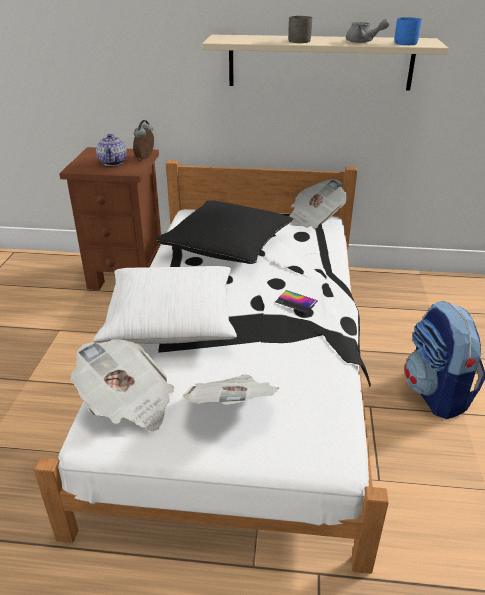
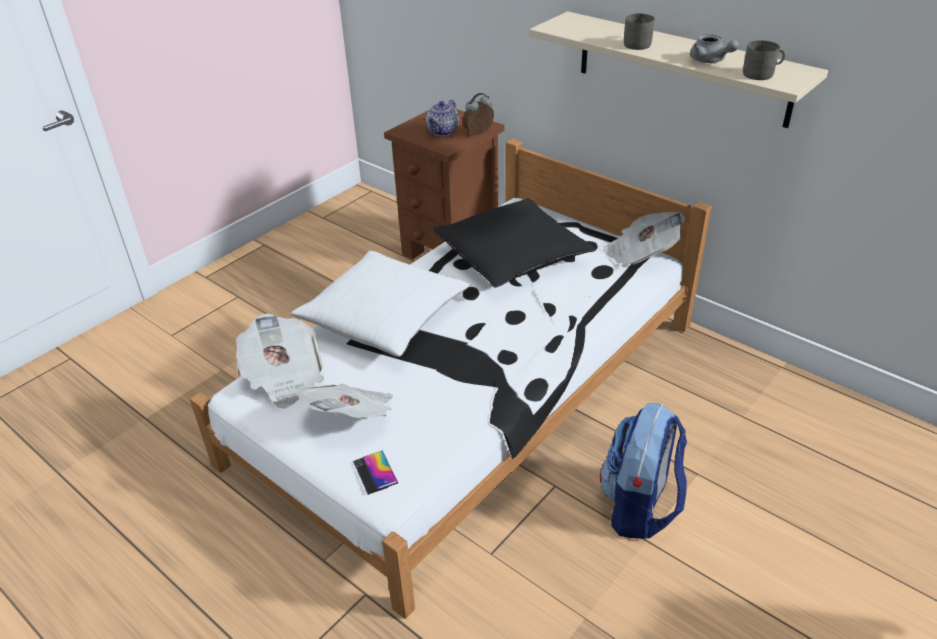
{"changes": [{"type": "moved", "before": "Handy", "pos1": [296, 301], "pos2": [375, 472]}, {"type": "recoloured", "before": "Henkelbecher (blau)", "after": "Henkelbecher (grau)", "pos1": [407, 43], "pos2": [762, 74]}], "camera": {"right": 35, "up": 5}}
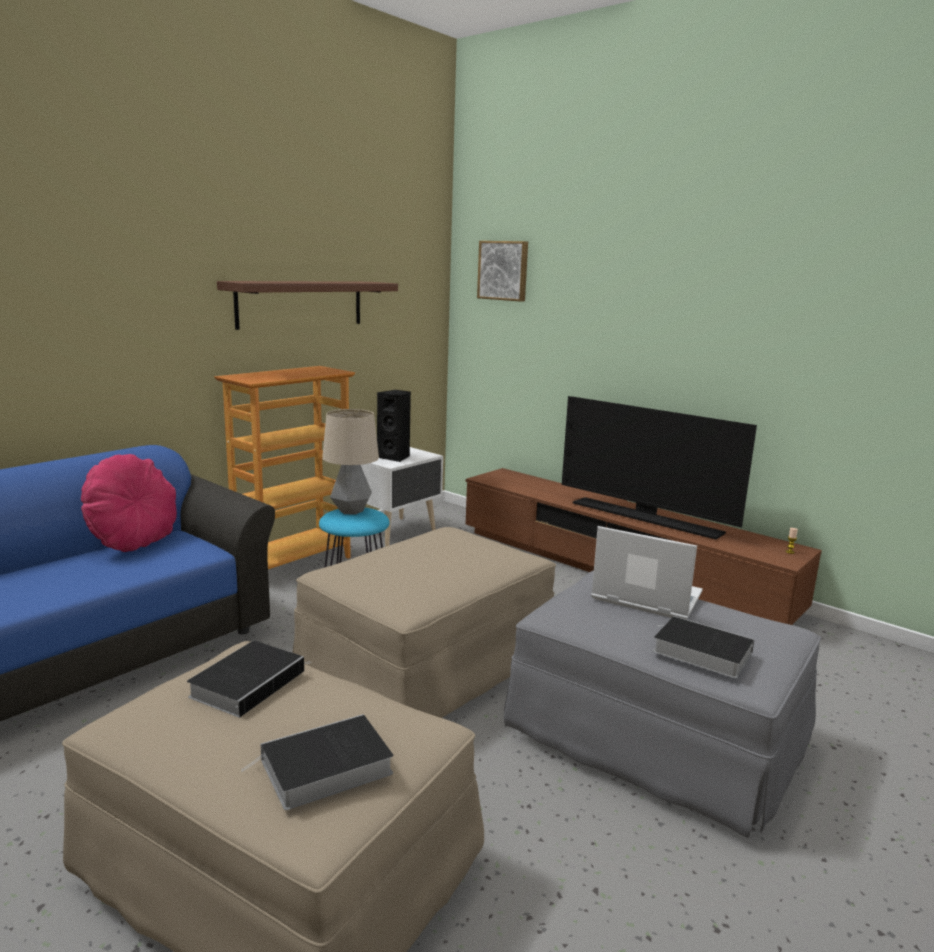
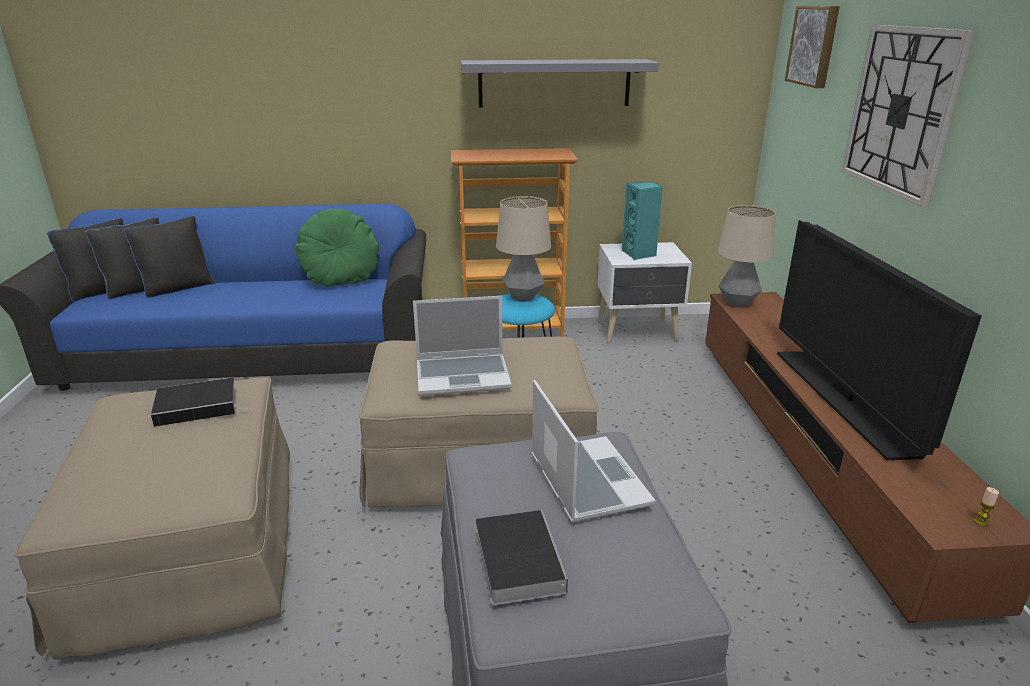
{"changes": [{"type": "recoloured", "before": "Kissen (rosa)", "after": "Kissen (grün)", "pos1": [134, 544], "pos2": [341, 282]}, {"type": "added", "after": "Laptop", "pos2": [464, 375]}, {"type": "recoloured", "before": "Wandregal (braun)", "after": "Wandregal (grau)", "pos1": [301, 304], "pos2": [554, 83]}, {"type": "recoloured", "before": "Lautsprecher (schwarz)", "after": "Lautsprecher (türkis)", "pos1": [395, 457], "pos2": [639, 254]}, {"type": "added", "after": "Tischlampe", "pos2": [737, 303]}, {"type": "added", "after": "Wanduhr", "pos2": [901, 111]}, {"type": "removed", "before": "Buch", "pos1": [323, 769]}], "camera": {"right": 45, "up": 10}}
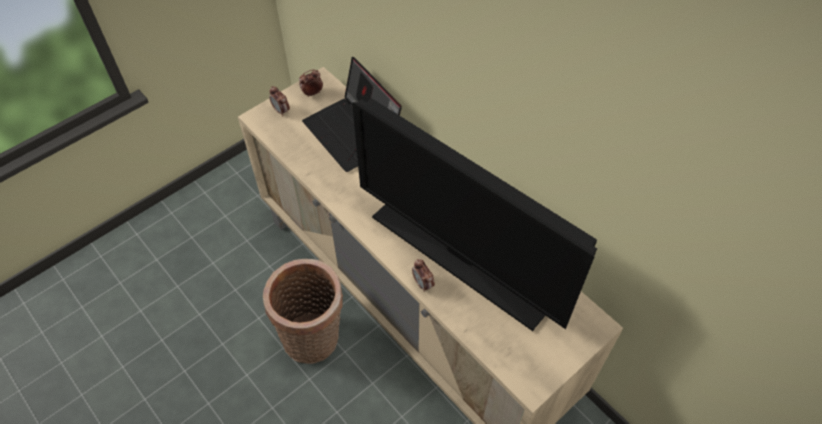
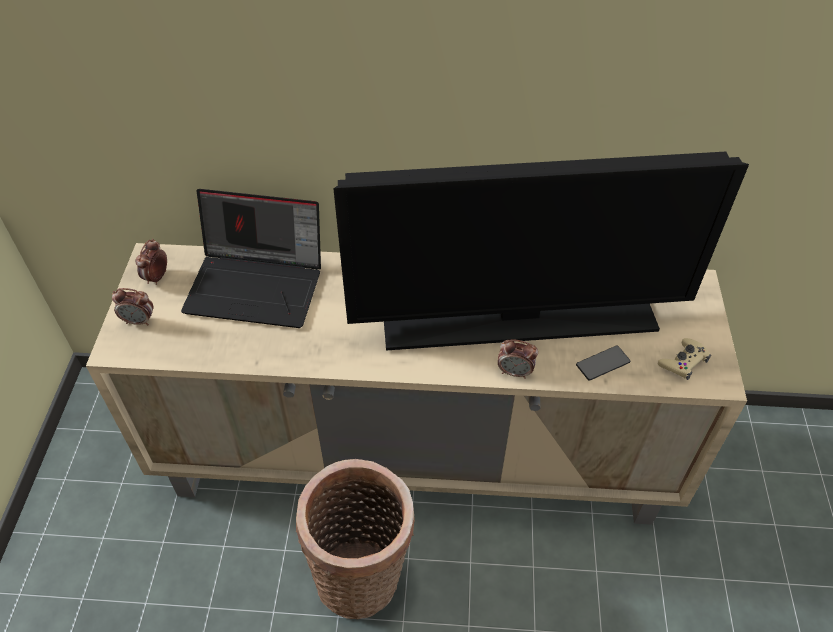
{"changes": [{"type": "added", "after": "Handy", "pos2": [603, 363]}, {"type": "added", "after": "Gamepad (beige)", "pos2": [683, 362]}], "camera": {"right": -45, "up": -5}}
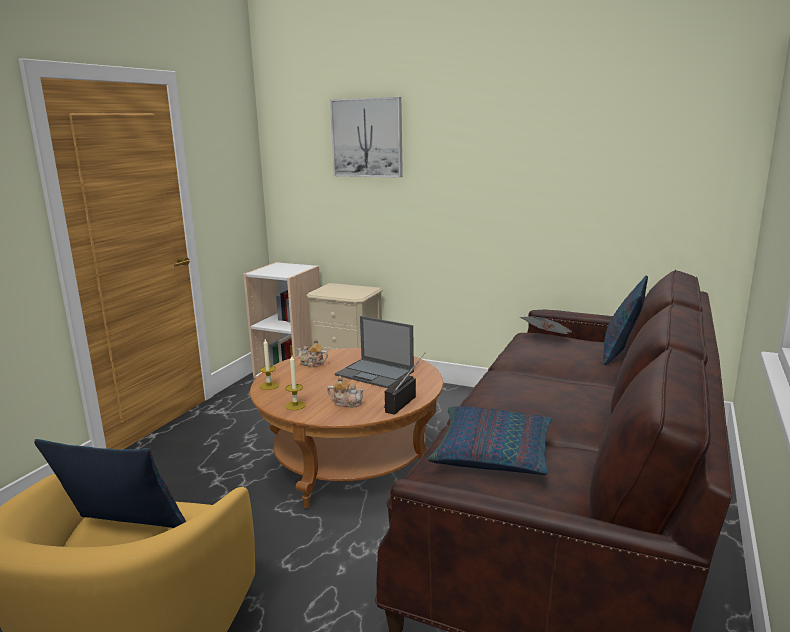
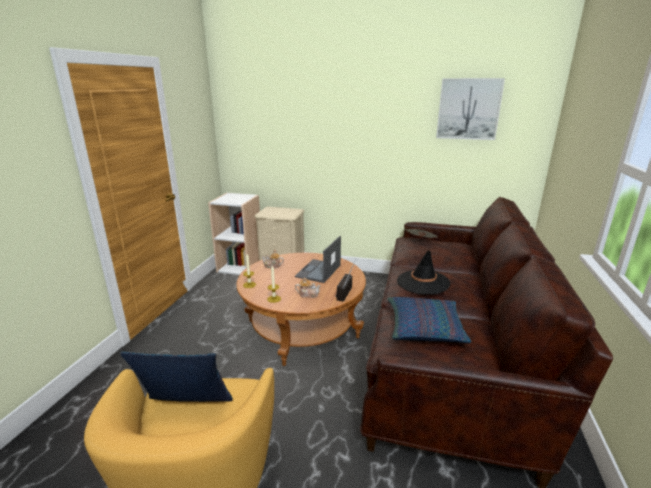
{"changes": [{"type": "turned", "before": "Laptop", "pos1": [375, 373], "pos2": [318, 271], "turn": 90}, {"type": "added", "after": "Hut (schwarz)", "pos2": [423, 282]}, {"type": "moved", "before": "Bild", "pos1": [367, 138], "pos2": [468, 109]}, {"type": "removed", "before": "Kissen (blau)", "pos1": [621, 354]}], "camera": {"right": -10, "up": 5}}
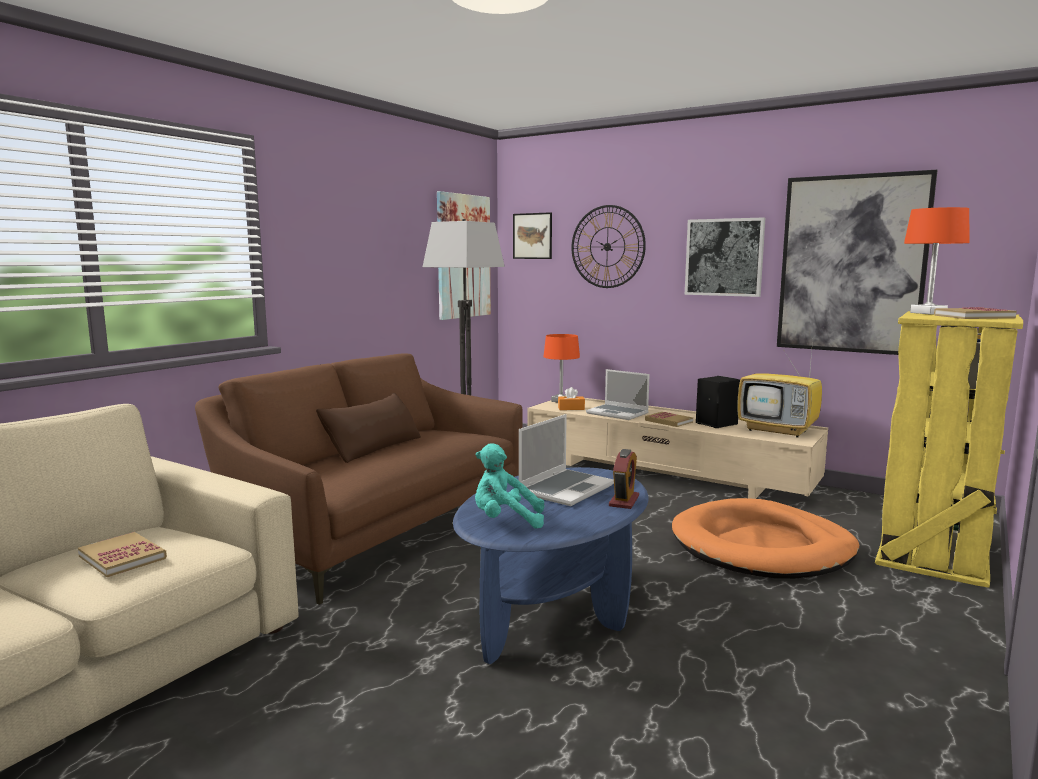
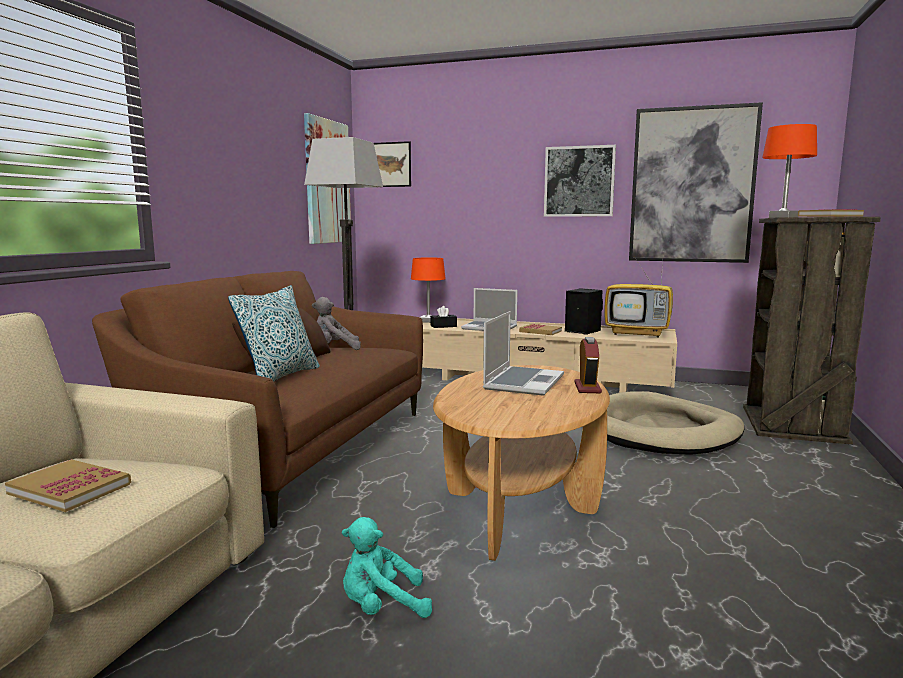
{"changes": [{"type": "added", "after": "Kissen", "pos2": [280, 376]}, {"type": "added", "after": "Plüschtier (grau)", "pos2": [334, 349]}, {"type": "moved", "before": "Plüschtier (türkis)", "pos1": [505, 521], "pos2": [382, 607]}, {"type": "recoloured", "before": "Taschentuchbox (orange)", "after": "Taschentuchbox (schwarz)", "pos1": [571, 408], "pos2": [443, 326]}, {"type": "recoloured", "before": "Couchtisch (blau)", "after": "Couchtisch (braun)", "pos1": [554, 609], "pos2": [520, 503]}, {"type": "recoloured", "before": "Hundebett (orange)", "after": "Hundebett (beige)", "pos1": [762, 546], "pos2": [660, 431]}, {"type": "recoloured", "before": "Bücherregal (gelb)", "after": "Bücherregal (braun)", "pos1": [933, 555], "pos2": [793, 424]}, {"type": "removed", "before": "Wanduhr", "pos1": [607, 247]}], "camera": {"right": -15, "up": 0}}
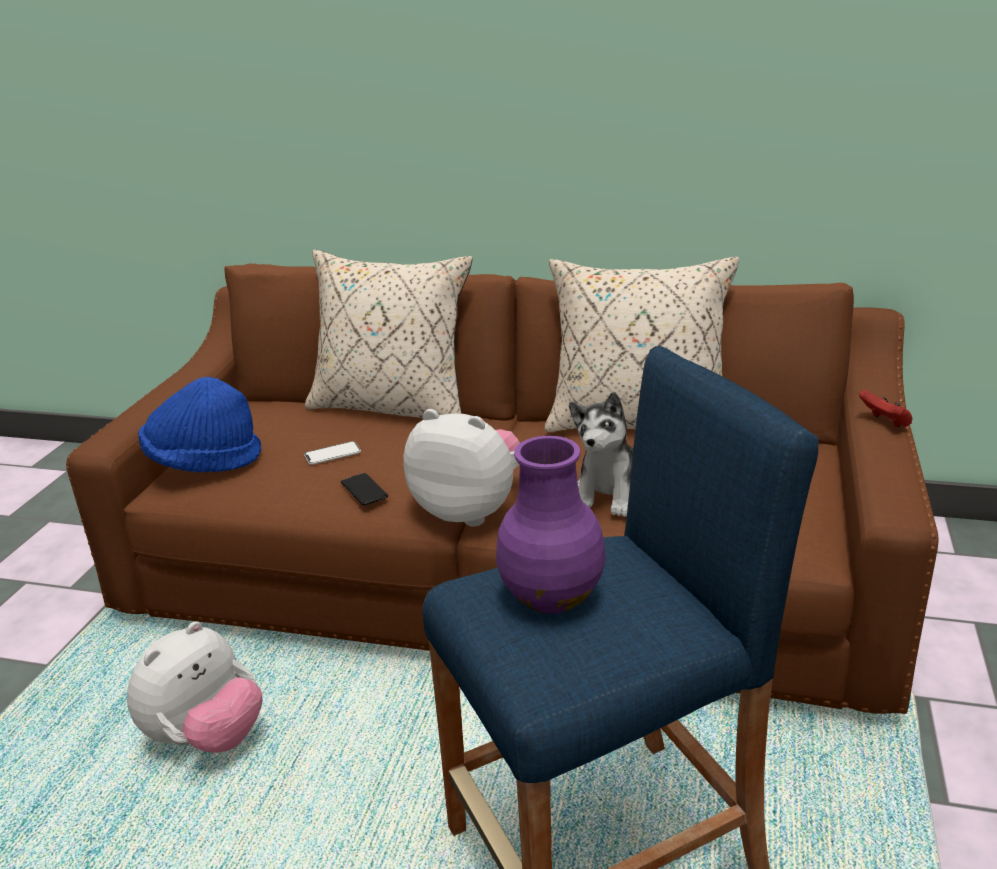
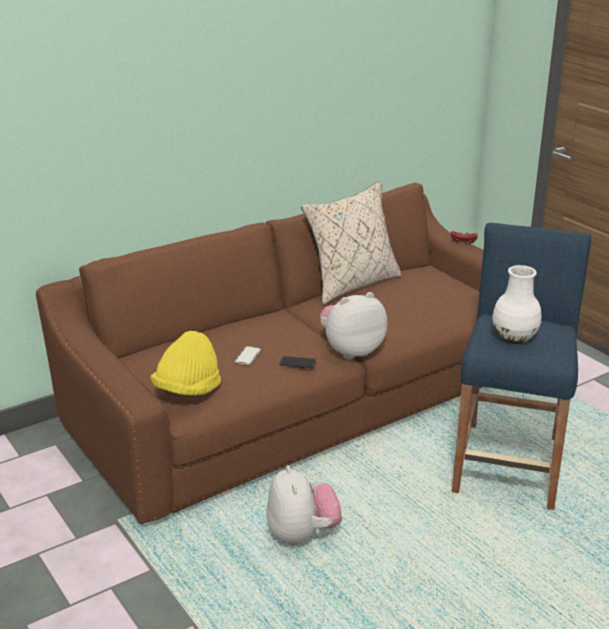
{"changes": [{"type": "recoloured", "before": "Hut (blau)", "after": "Hut (gelb)", "pos1": [204, 462], "pos2": [187, 390]}, {"type": "recoloured", "before": "Vase (lila)", "after": "Vase (weiß)", "pos1": [551, 596], "pos2": [513, 338]}, {"type": "removed", "before": "Kissen (beige)", "pos1": [393, 407]}, {"type": "removed", "before": "Plüschtier", "pos1": [610, 492]}], "camera": {"right": -50, "up": 0}}
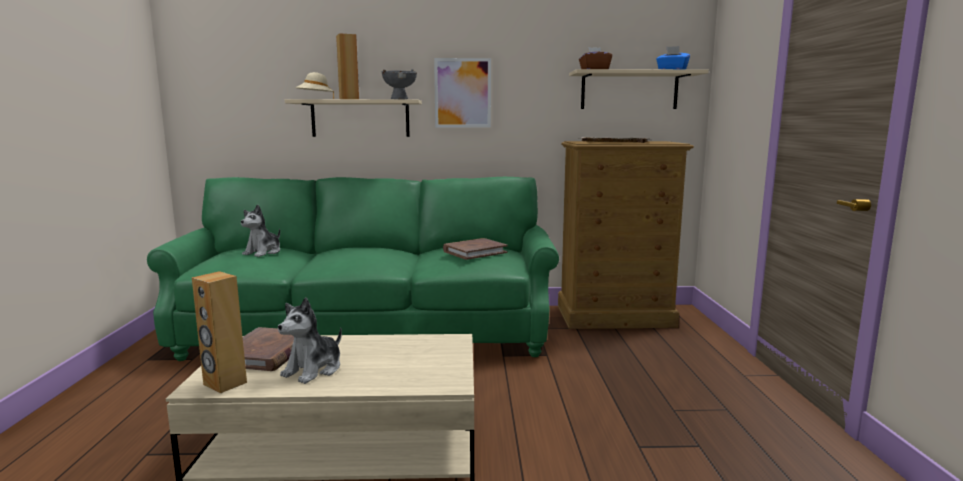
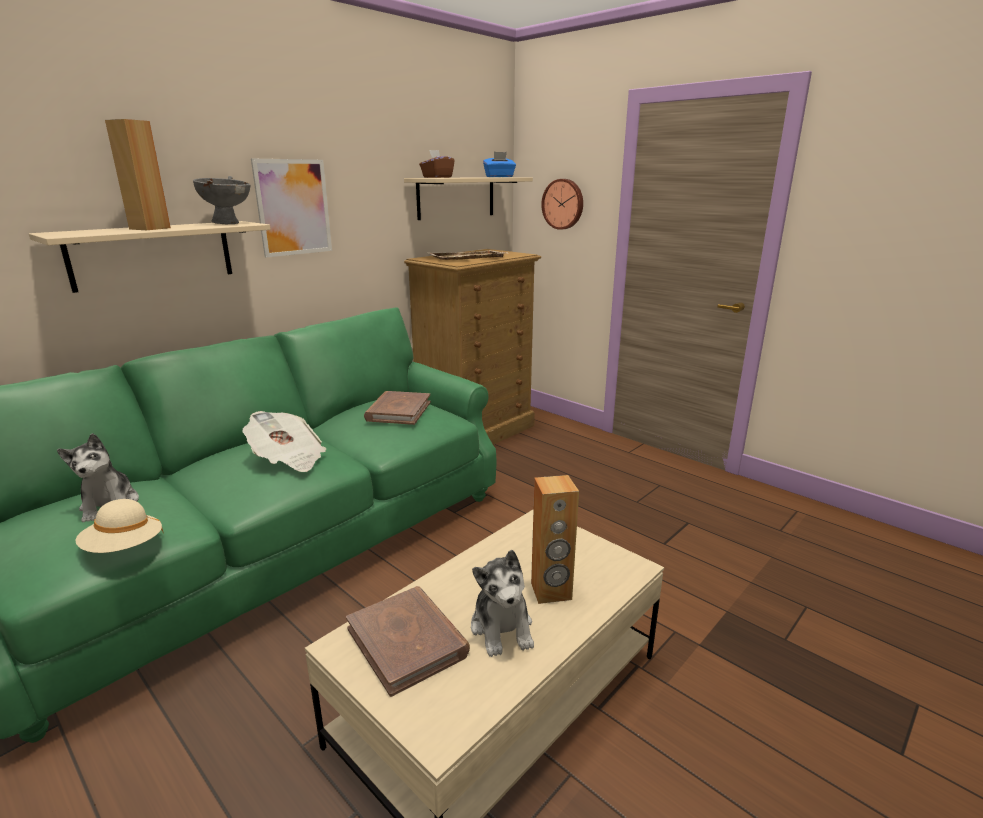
{"changes": [{"type": "moved", "before": "Hut (beige)", "pos1": [315, 99], "pos2": [124, 548]}, {"type": "added", "after": "Zeitung", "pos2": [288, 459]}, {"type": "moved", "before": "Lautsprecher (braun)", "pos1": [224, 384], "pos2": [551, 592]}, {"type": "added", "after": "Wanduhr", "pos2": [563, 204]}], "camera": {"right": -45, "up": 10}}
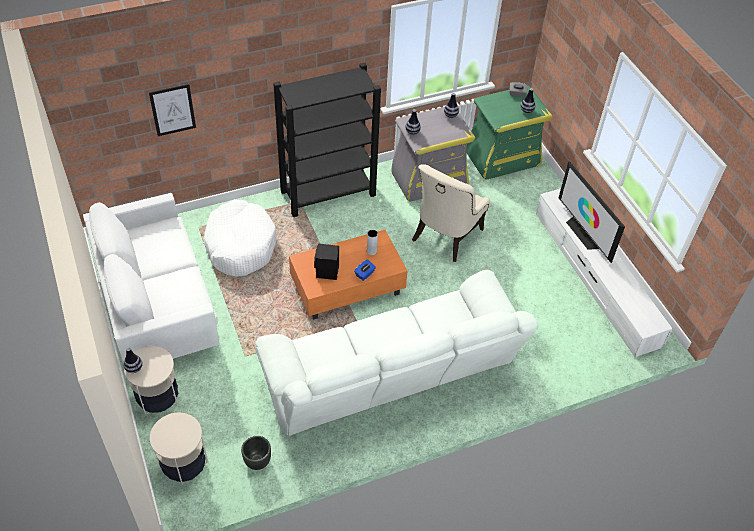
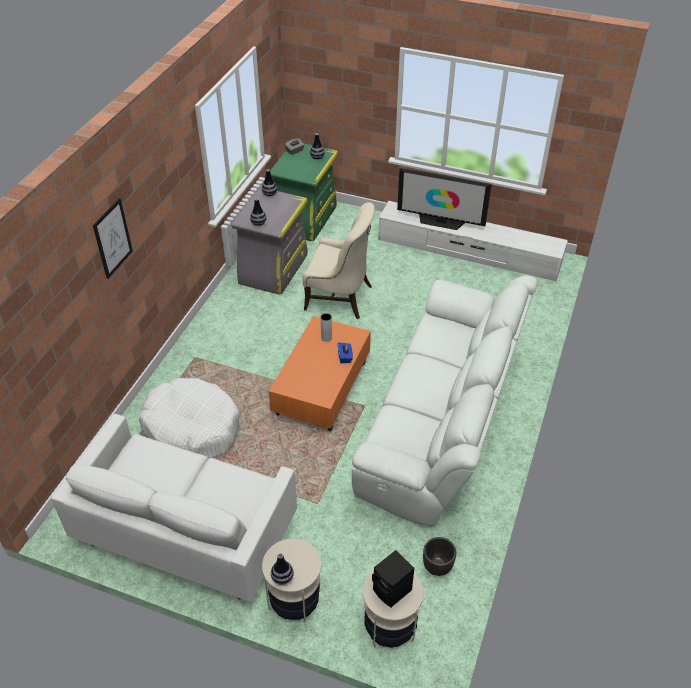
{"changes": [{"type": "moved", "before": "Bild", "pos1": [172, 110], "pos2": [112, 238]}, {"type": "turned", "before": "Sessel (beige)", "pos1": [446, 235], "pos2": [340, 297], "turn": -60}, {"type": "moved", "before": "Lautsprecher (schwarz)", "pos1": [327, 272], "pos2": [392, 591]}, {"type": "removed", "before": "Bücherregal (schwarz)", "pos1": [328, 193]}], "camera": {"right": -45, "up": -5}}
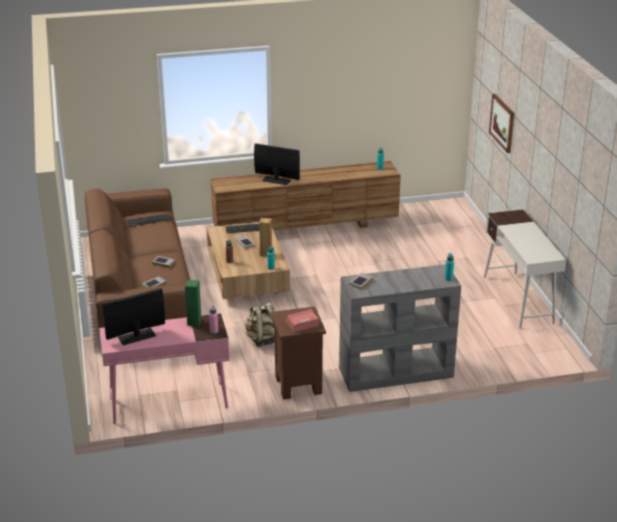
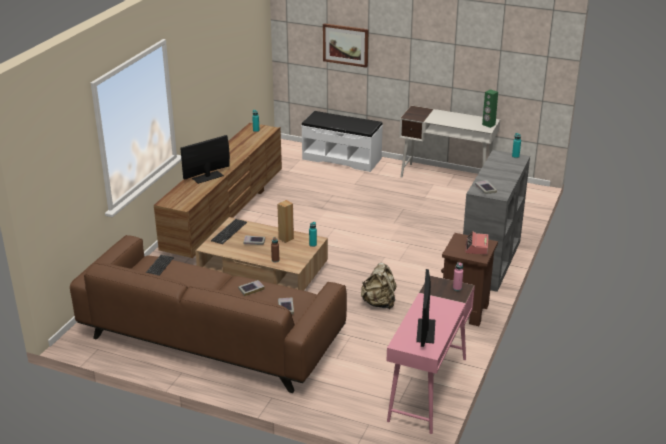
{"changes": [{"type": "added", "after": "Bank (weiß)", "pos2": [342, 158]}, {"type": "moved", "before": "Lautsprecher (grün)", "pos1": [194, 322], "pos2": [488, 125]}], "camera": {"right": -55, "up": 0}}
